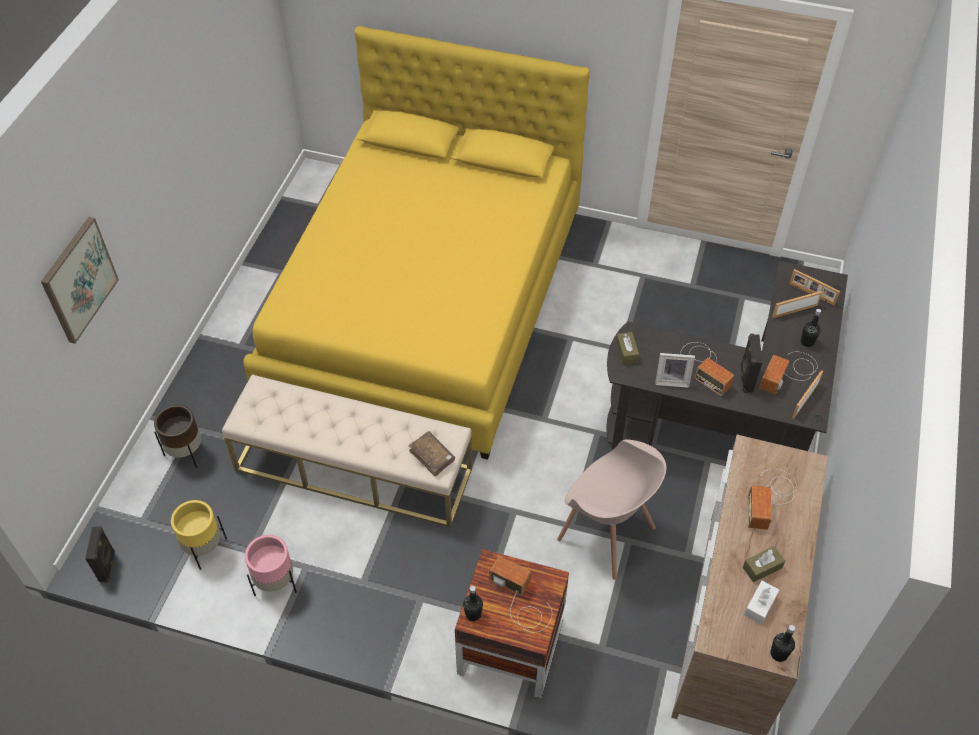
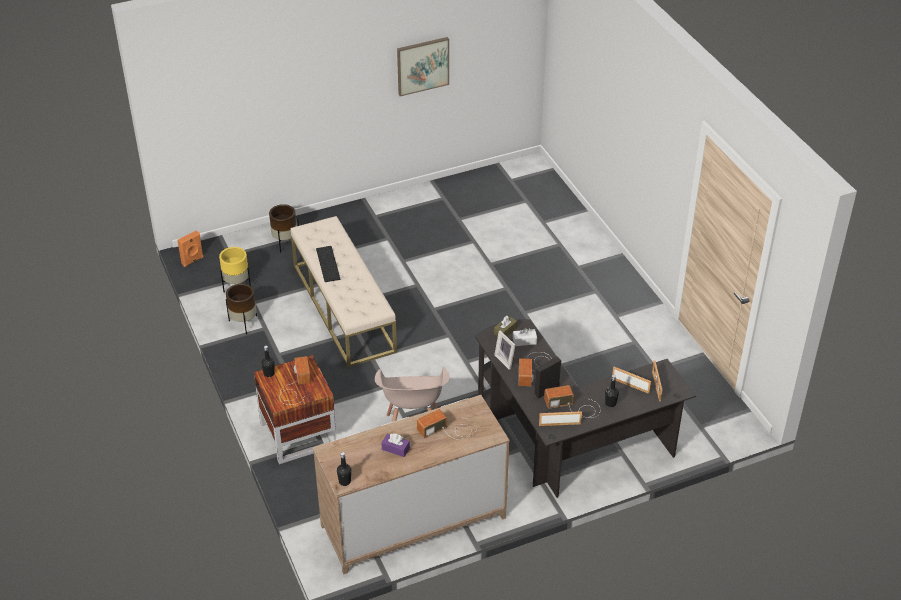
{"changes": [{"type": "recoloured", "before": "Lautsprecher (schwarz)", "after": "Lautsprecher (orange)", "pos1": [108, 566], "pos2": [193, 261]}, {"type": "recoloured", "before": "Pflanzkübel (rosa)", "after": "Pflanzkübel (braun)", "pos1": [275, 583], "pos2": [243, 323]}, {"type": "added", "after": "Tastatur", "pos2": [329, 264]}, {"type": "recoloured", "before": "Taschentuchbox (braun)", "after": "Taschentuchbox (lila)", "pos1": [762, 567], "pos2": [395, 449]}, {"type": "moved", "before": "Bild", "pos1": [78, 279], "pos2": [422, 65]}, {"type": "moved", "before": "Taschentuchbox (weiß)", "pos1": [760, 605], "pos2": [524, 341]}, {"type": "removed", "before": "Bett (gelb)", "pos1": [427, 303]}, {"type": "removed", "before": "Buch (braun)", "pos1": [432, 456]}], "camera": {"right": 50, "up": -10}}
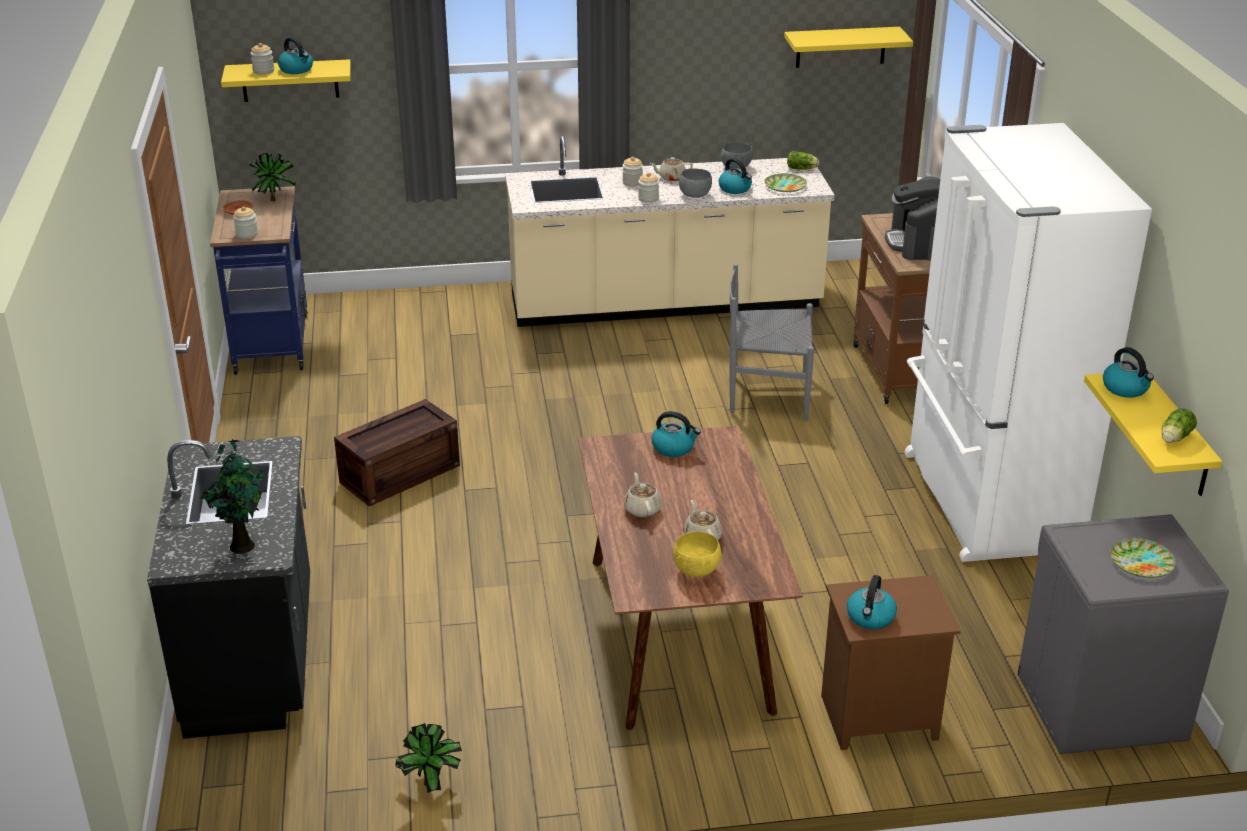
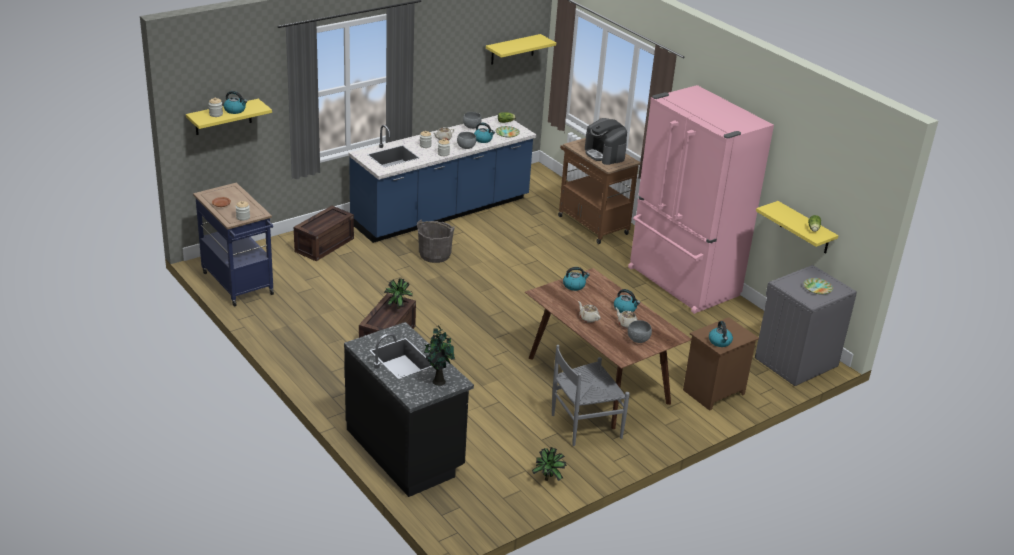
{"changes": [{"type": "added", "after": "Kiste", "pos2": [324, 244]}, {"type": "recoloured", "before": "Küchenzeile (beige)", "after": "Küchenzeile (blau)", "pos1": [665, 304], "pos2": [442, 212]}, {"type": "moved", "before": "Topfpflanze", "pos1": [275, 199], "pos2": [398, 307]}, {"type": "added", "after": "Eimer (grau)", "pos2": [435, 255]}, {"type": "moved", "before": "Stuhl (grau)", "pos1": [768, 395], "pos2": [584, 425]}, {"type": "moved", "before": "Wasserkessel", "pos1": [1126, 388], "pos2": [625, 309]}, {"type": "recoloured", "before": "Kühlschrank (weiß)", "after": "Kühlschrank (rosa)", "pos1": [985, 501], "pos2": [681, 282]}, {"type": "recoloured", "before": "Schüssel (gelb)", "after": "Schüssel (grau)", "pos1": [697, 571], "pos2": [638, 340]}], "camera": {"right": -30, "up": 0}}
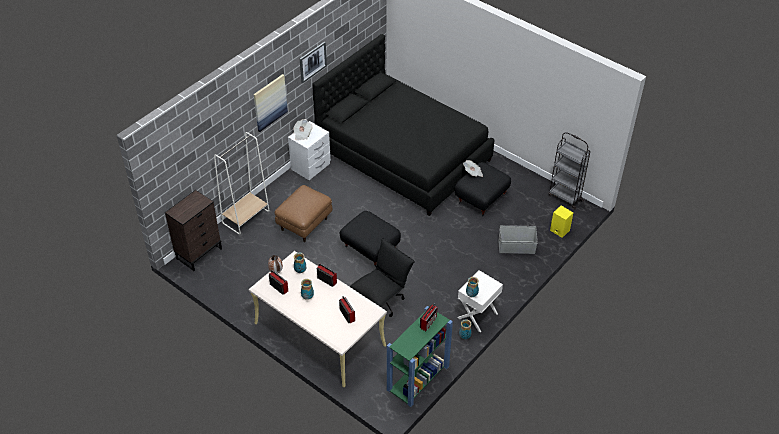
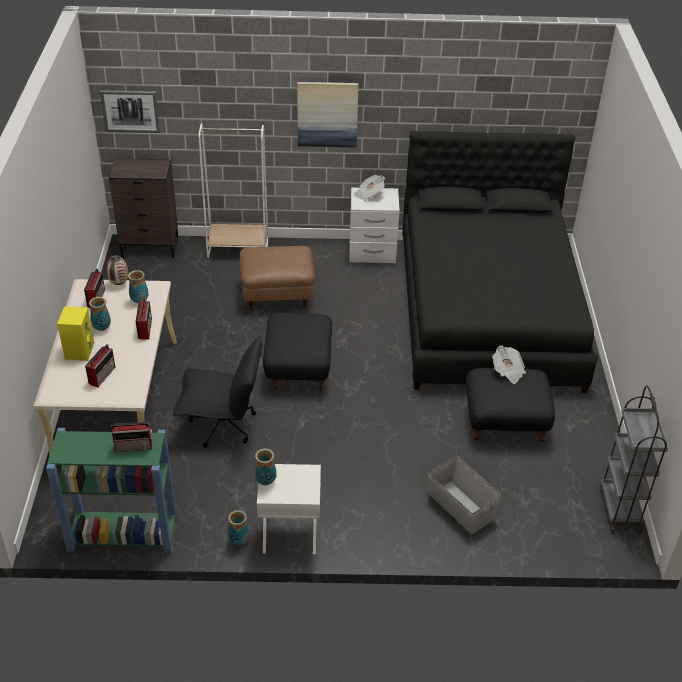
{"changes": [{"type": "moved", "before": "Lautsprecher (gelb)", "pos1": [559, 230], "pos2": [79, 350]}, {"type": "moved", "before": "Bild", "pos1": [312, 62], "pos2": [130, 111]}], "camera": {"right": 50, "up": -5}}
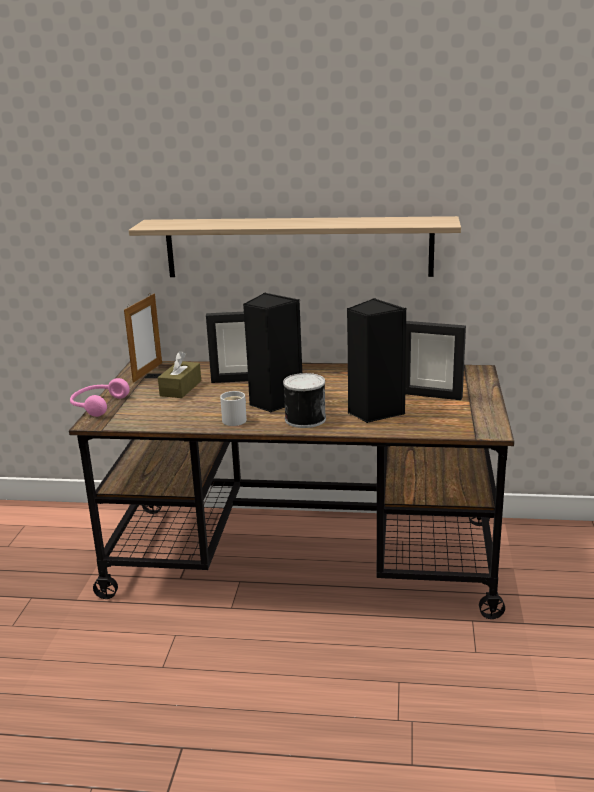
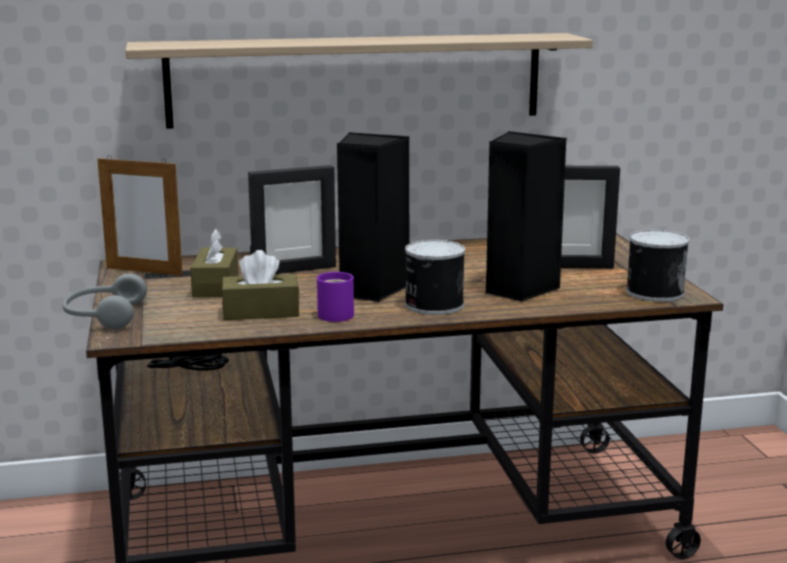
{"changes": [{"type": "recoloured", "before": "Kopfhörer (rosa)", "after": "Kopfhörer (grau)", "pos1": [97, 405], "pos2": [103, 316]}, {"type": "turned", "before": "Bilderrahmen", "pos1": [147, 372], "pos2": [144, 271], "turn": 105}, {"type": "added", "after": "Taschentuchbox (braun)", "pos2": [261, 312]}, {"type": "recoloured", "before": "Henkelbecher (weiß)", "after": "Henkelbecher (lila)", "pos1": [236, 420], "pos2": [338, 314]}, {"type": "added", "after": "Dose", "pos2": [653, 292]}], "camera": {"right": -20, "up": -5}}
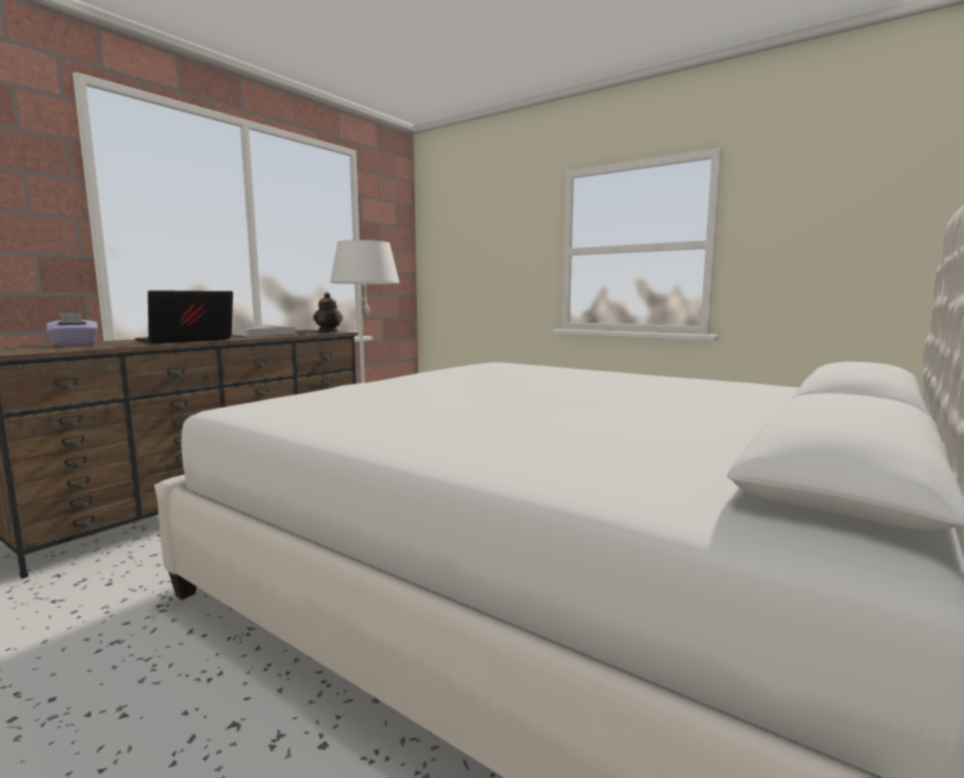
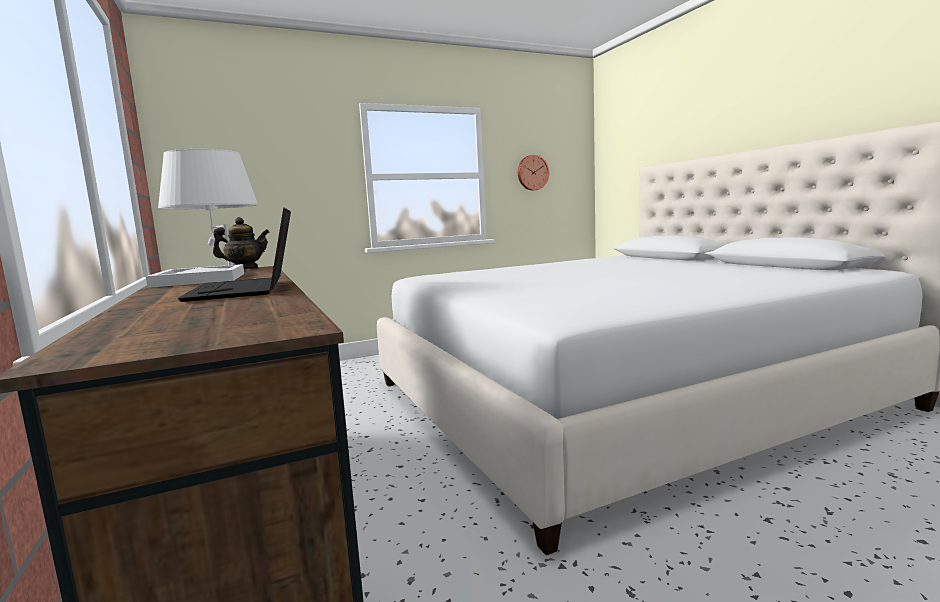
{"changes": [{"type": "added", "after": "Wanduhr", "pos2": [532, 172]}, {"type": "removed", "before": "Taschentuchbox (lila)", "pos1": [74, 344]}], "camera": {"right": -60, "up": 0}}
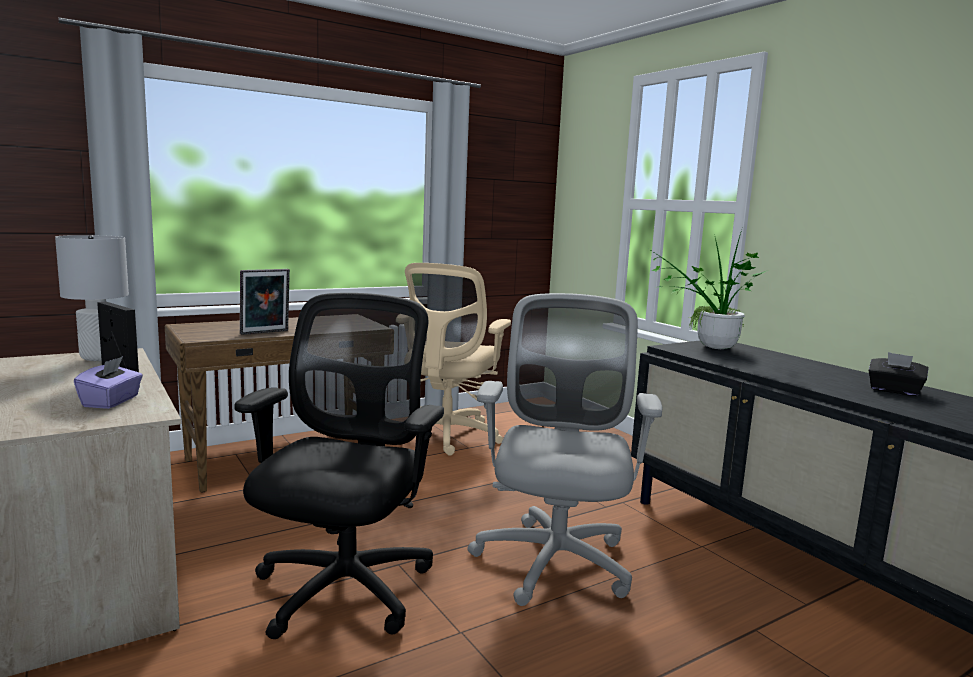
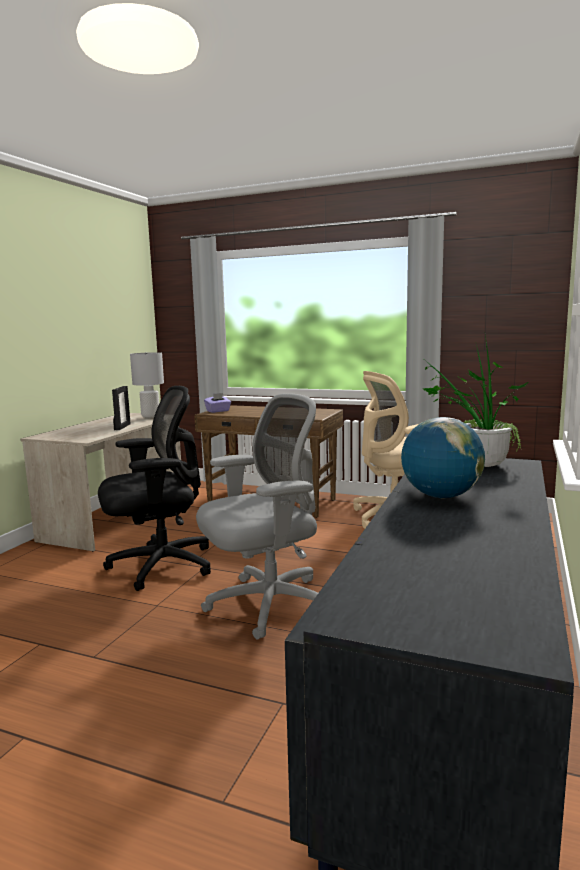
{"changes": [{"type": "moved", "before": "Taschentuchbox (lila)", "pos1": [111, 402], "pos2": [218, 411]}, {"type": "added", "after": "Globus", "pos2": [441, 496]}, {"type": "removed", "before": "Bilderrahmen", "pos1": [265, 333]}, {"type": "removed", "before": "Taschentuchbox (schwarz)", "pos1": [894, 391]}], "camera": {"right": 55, "up": 0}}
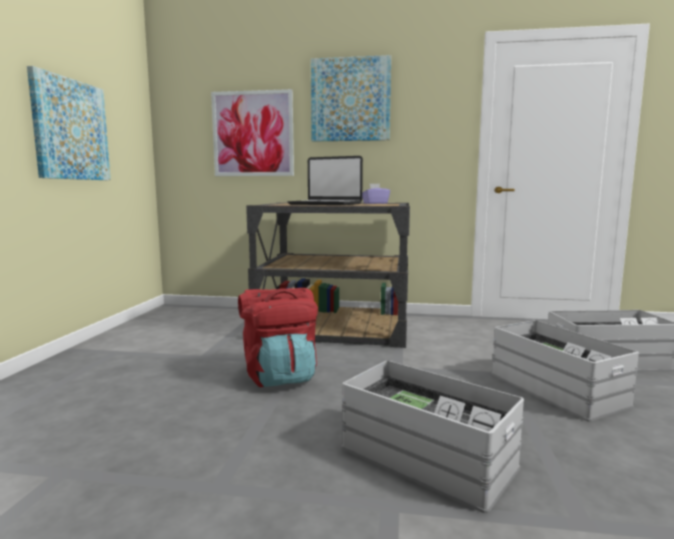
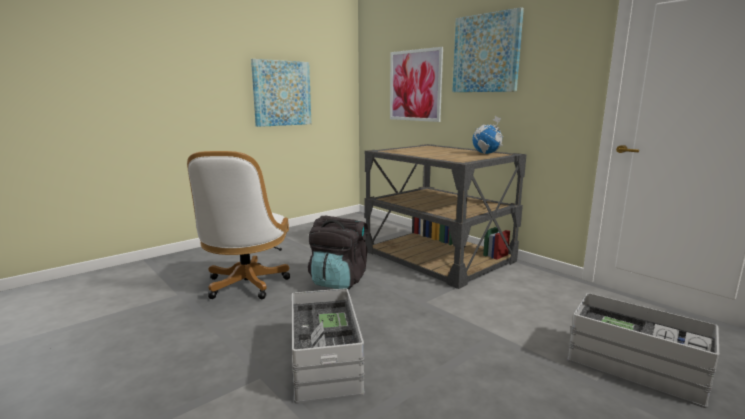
{"changes": [{"type": "added", "after": "Bürostuhl (weiß)", "pos2": [245, 288]}, {"type": "recoloured", "before": "Rucksack (rot)", "after": "Rucksack (schwarz)", "pos1": [279, 376], "pos2": [339, 281]}, {"type": "replaced", "before": "Taschentuchbox (lila)", "after": "Globus", "pos1": [375, 203], "pos2": [486, 153]}, {"type": "removed", "before": "Laptop", "pos1": [326, 204]}, {"type": "removed", "before": "Aufbewahrungsbox (grau)", "pos1": [557, 389]}], "camera": {"right": 40, "up": 5}}
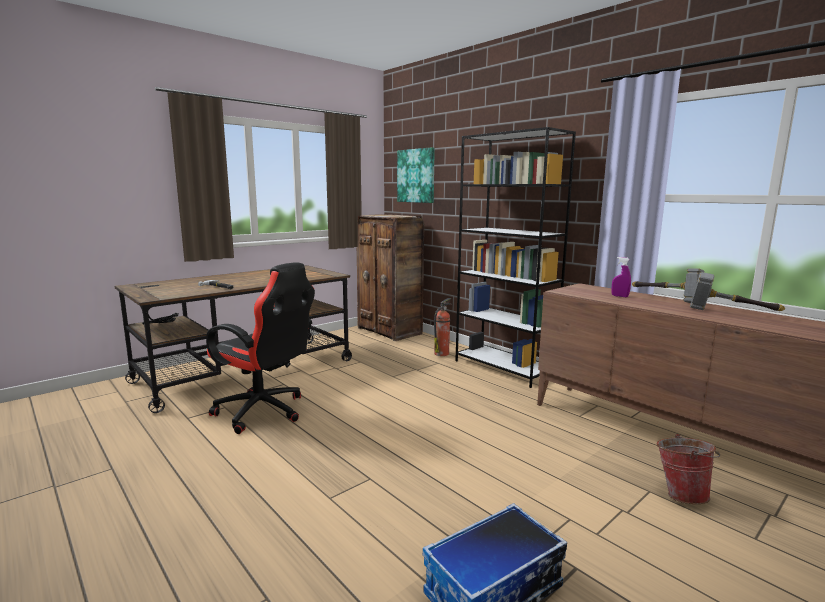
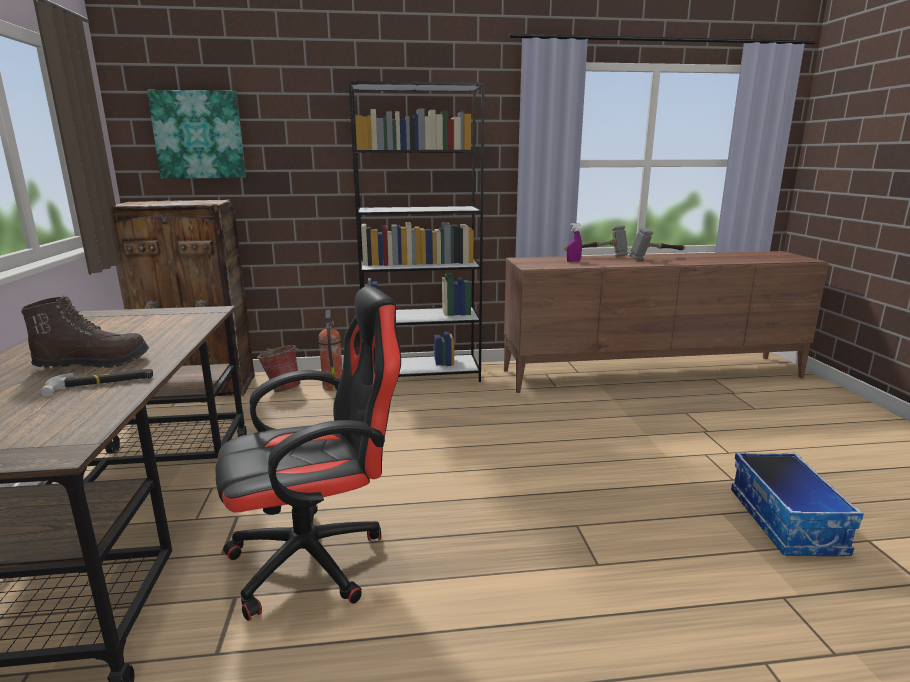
{"changes": [{"type": "added", "after": "Stiefel (braun)", "pos2": [94, 363]}, {"type": "moved", "before": "Eimer", "pos1": [681, 494], "pos2": [282, 388]}], "camera": {"right": -55, "up": 5}}
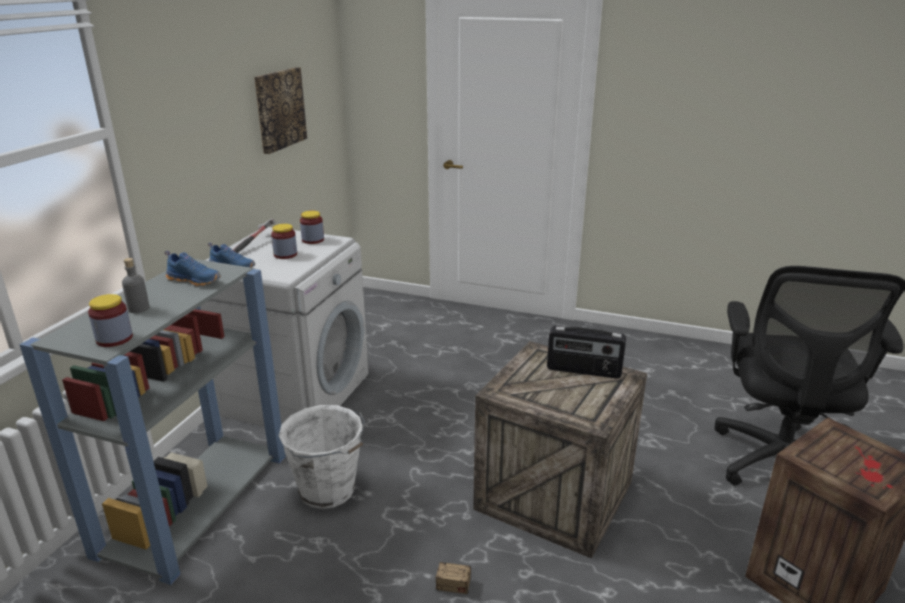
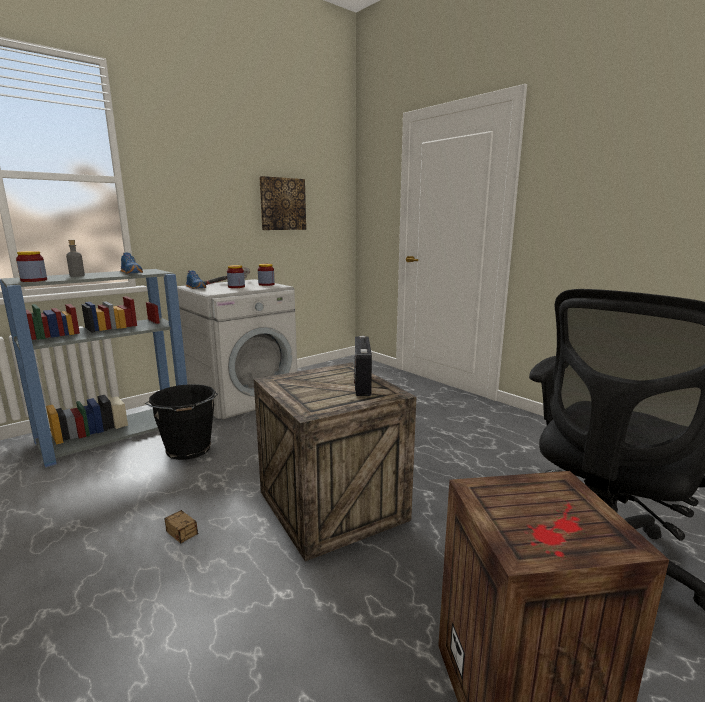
{"changes": [{"type": "recoloured", "before": "Eimer (weiß)", "after": "Eimer (schwarz)", "pos1": [329, 491], "pos2": [188, 450]}, {"type": "turned", "before": "Radio", "pos1": [583, 371], "pos2": [361, 384], "turn": 45}], "camera": {"right": 30, "up": -10}}
